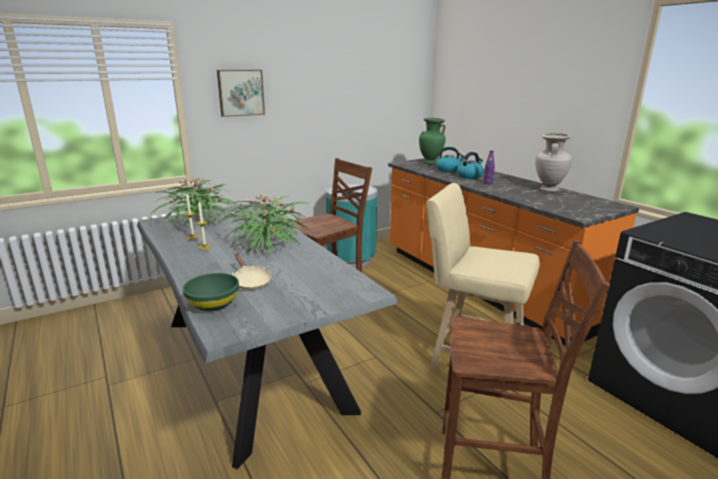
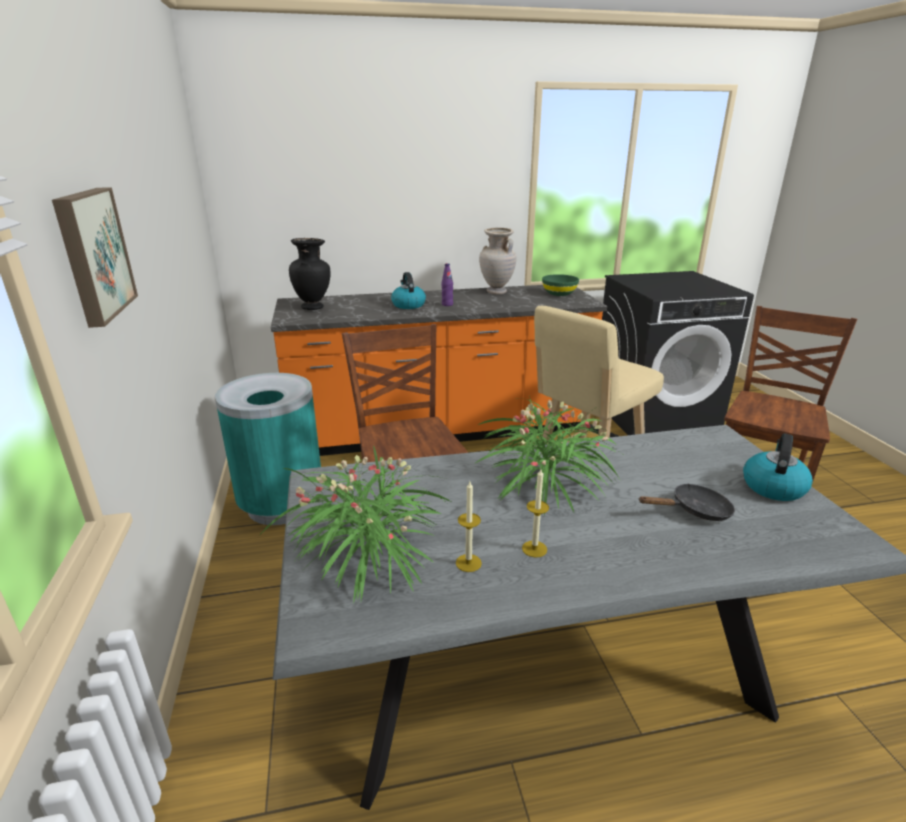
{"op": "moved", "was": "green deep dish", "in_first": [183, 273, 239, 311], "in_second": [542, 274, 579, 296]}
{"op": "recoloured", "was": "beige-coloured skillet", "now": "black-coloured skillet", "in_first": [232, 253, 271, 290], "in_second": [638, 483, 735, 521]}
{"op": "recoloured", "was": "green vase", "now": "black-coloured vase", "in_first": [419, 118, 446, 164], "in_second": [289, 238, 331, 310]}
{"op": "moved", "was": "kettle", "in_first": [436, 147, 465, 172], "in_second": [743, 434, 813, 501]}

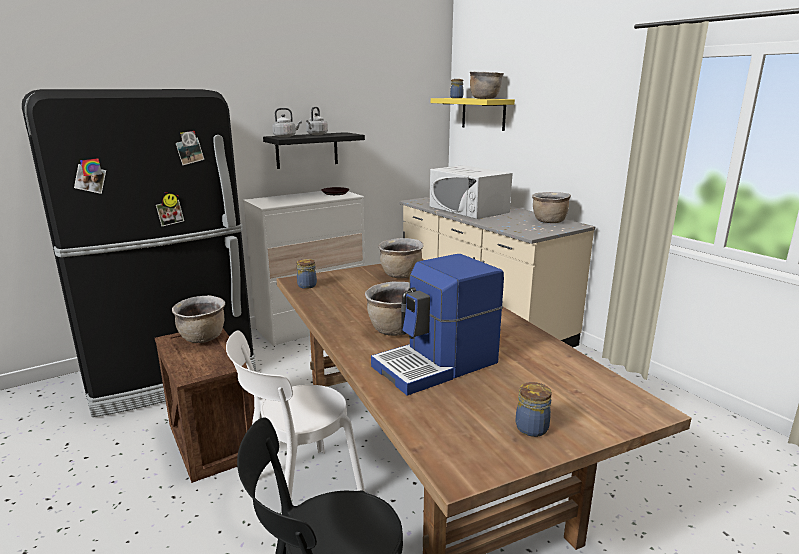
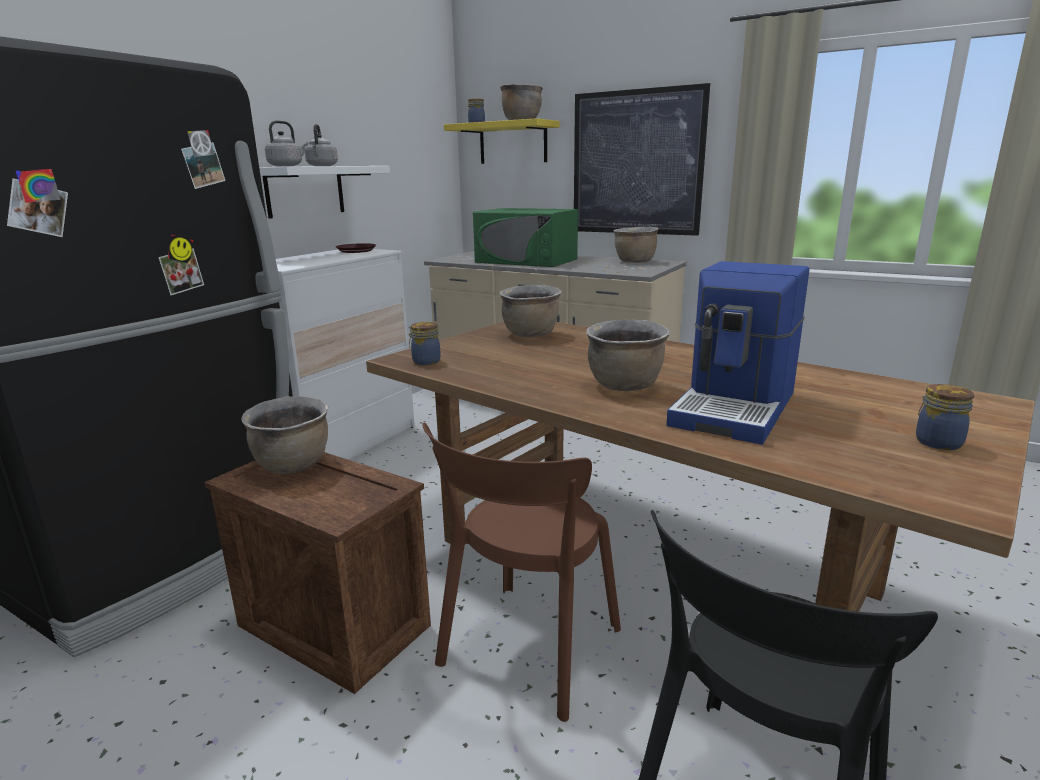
{"op": "recoloured", "was": "whitish upright chair", "now": "brown-coloured upright chair", "in_first": [226, 331, 365, 514], "in_second": [422, 422, 621, 722]}
{"op": "recoloured", "was": "black-coloured wall shelf", "now": "whitish wall shelf", "in_first": [263, 132, 365, 169], "in_second": [259, 166, 390, 219]}
{"op": "recoloured", "was": "whitish microwave oven", "now": "green microwave oven", "in_first": [430, 165, 513, 219], "in_second": [473, 208, 578, 267]}
{"op": "added", "now": "picture", "in_second": [574, 83, 710, 236]}

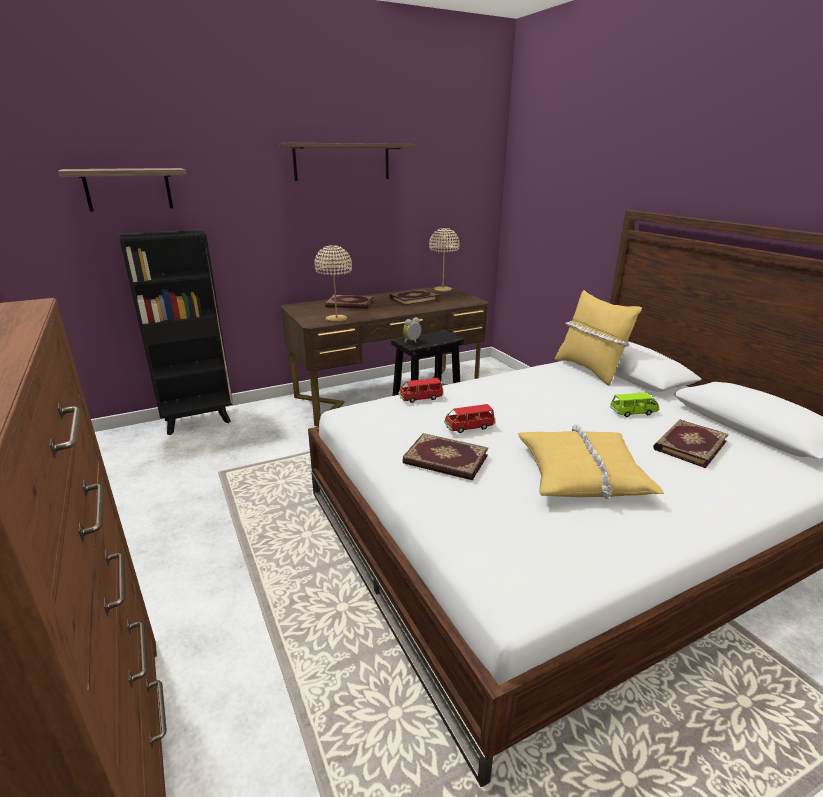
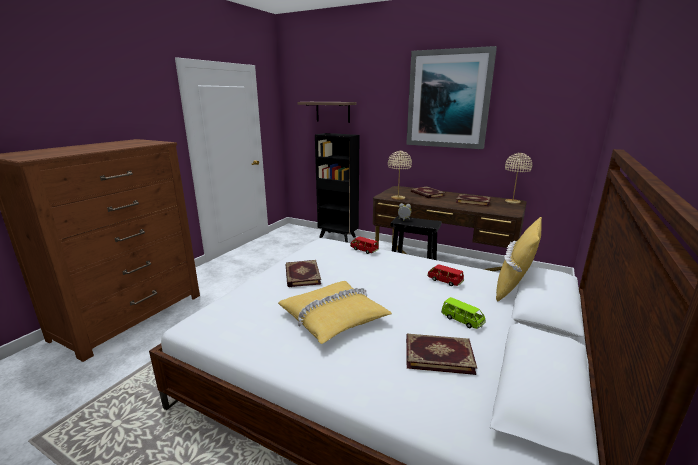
{"op": "replaced", "was": "wall shelf", "now": "picture", "in_first": [279, 143, 415, 181], "in_second": [406, 46, 497, 149]}
{"op": "moved", "was": "red model car", "in_first": [444, 404, 495, 433], "in_second": [427, 264, 464, 286]}

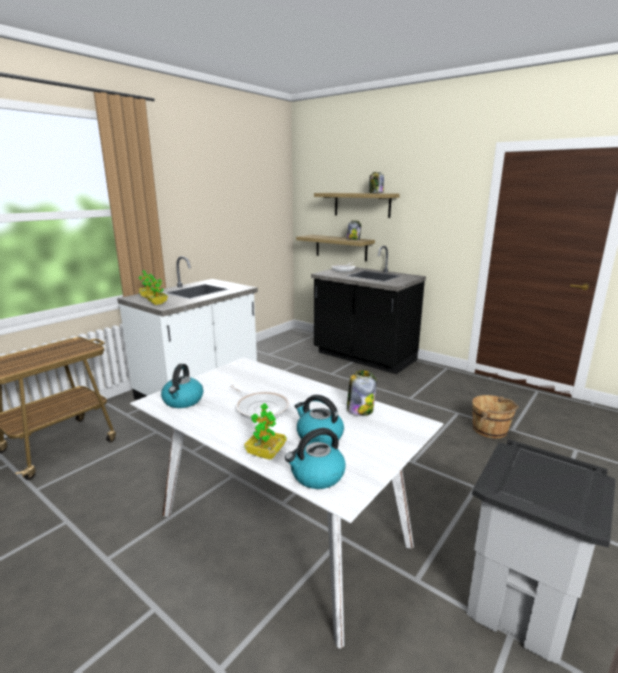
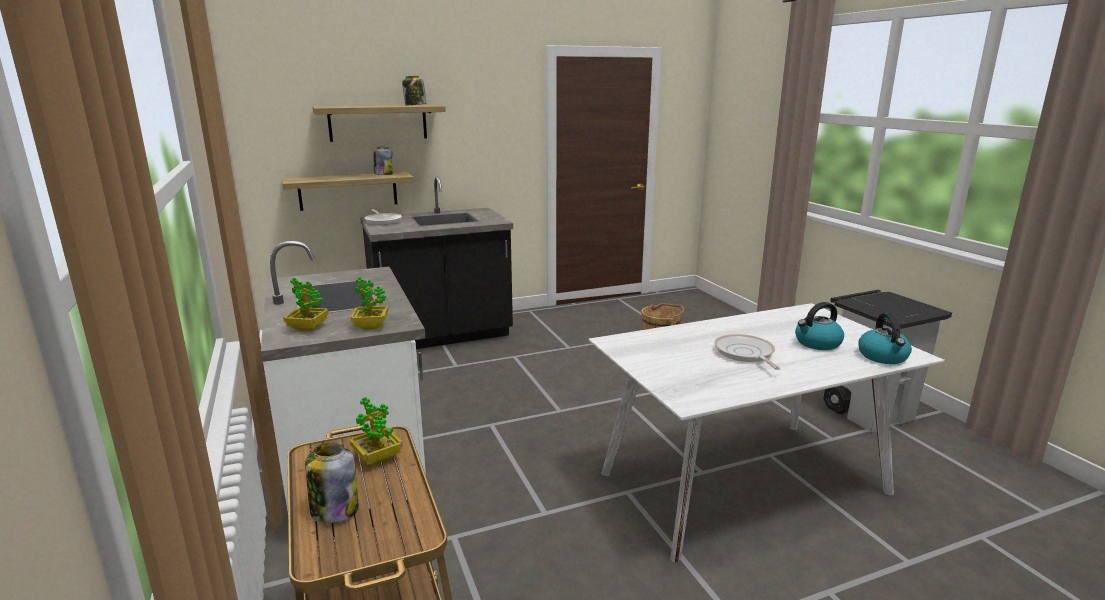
{"op": "removed", "was": "kettle", "in_first": [161, 364, 203, 408]}
{"op": "turned", "was": "skillet", "in_first": [230, 385, 289, 420], "in_second": [714, 334, 780, 370], "clockwise": -90}
{"op": "moved", "was": "plant in a pot", "in_first": [245, 403, 287, 459], "in_second": [350, 397, 403, 465]}
{"op": "moved", "was": "preserve jar", "in_first": [347, 370, 377, 416], "in_second": [305, 443, 359, 523]}

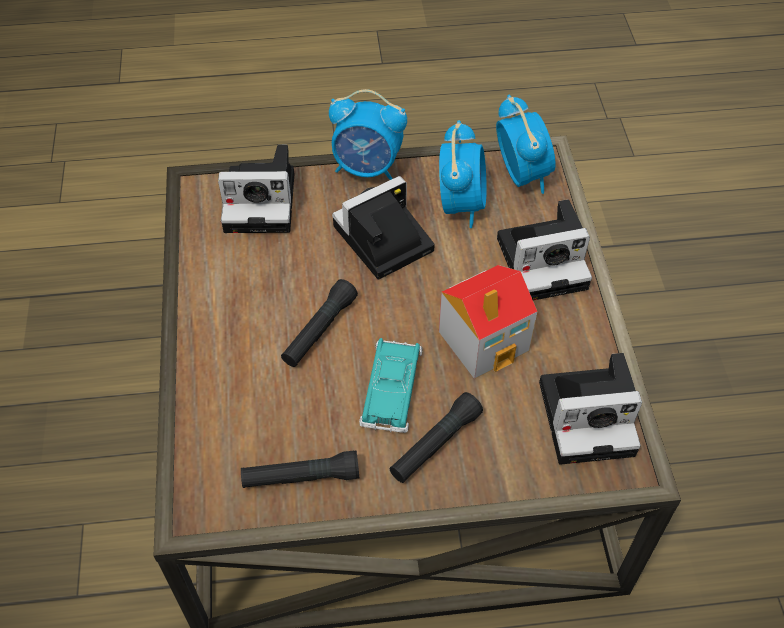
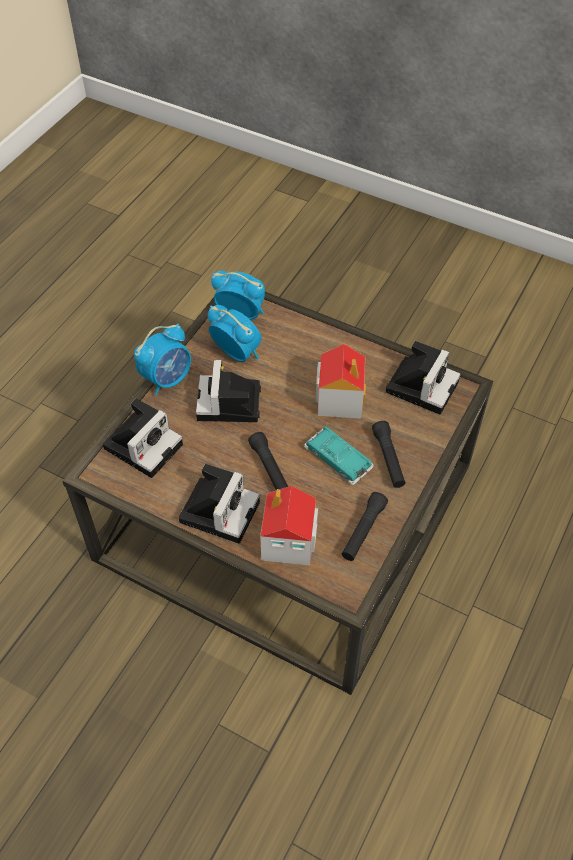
{"op": "moved", "was": "photo camera", "in_first": [497, 199, 592, 300], "in_second": [179, 464, 260, 544]}
{"op": "added", "now": "toy house", "in_second": [260, 486, 318, 566]}

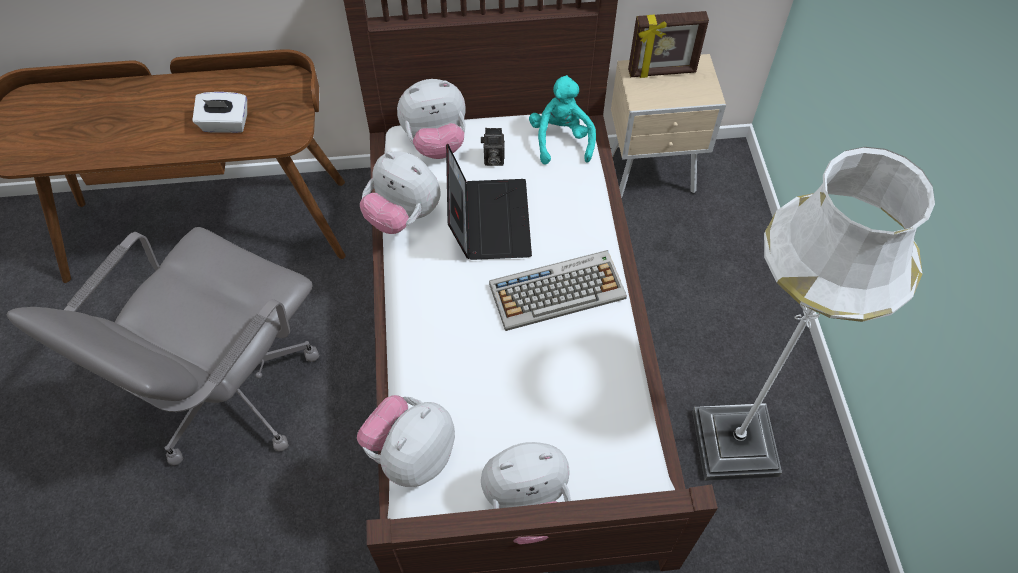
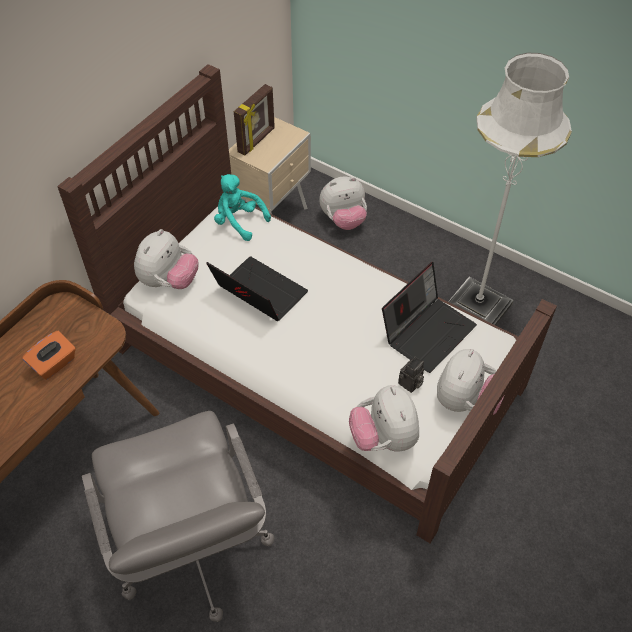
{"op": "recoloured", "was": "whitish tissue holder", "now": "orangey tissue holder", "in_first": [193, 92, 247, 133], "in_second": [22, 331, 76, 380]}
{"op": "moved", "was": "cuddly toy", "in_first": [360, 151, 440, 234], "in_second": [319, 177, 367, 230]}
{"op": "moved", "was": "photo camera", "in_first": [481, 128, 505, 166], "in_second": [398, 357, 424, 393]}
{"op": "removed", "was": "PC keyboard", "in_first": [489, 250, 627, 331]}
{"op": "added", "now": "portable computer", "in_second": [382, 262, 477, 373]}

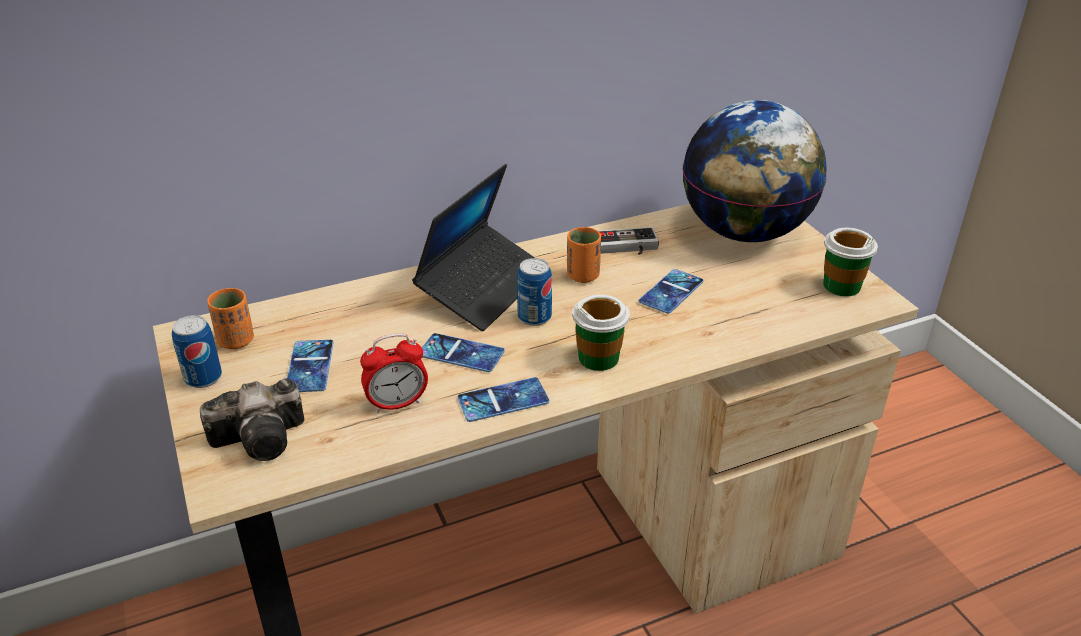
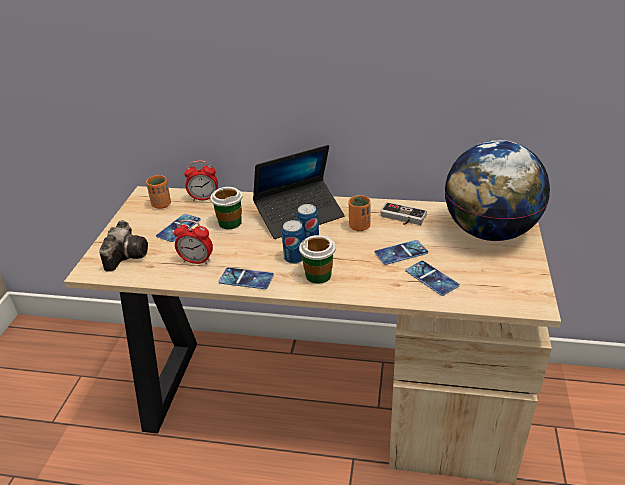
{"op": "moved", "was": "metal can", "in_first": [172, 315, 222, 388], "in_second": [282, 220, 305, 264]}
{"op": "turned", "was": "photo camera", "in_first": [200, 378, 304, 461], "in_second": [99, 220, 148, 272], "clockwise": -90}
{"op": "moved", "was": "phone", "in_first": [422, 333, 505, 372], "in_second": [406, 261, 460, 296]}
{"op": "moved", "was": "small cup", "in_first": [823, 228, 878, 297], "in_second": [210, 187, 243, 229]}
{"op": "added", "now": "alarm clock", "in_second": [184, 161, 218, 201]}

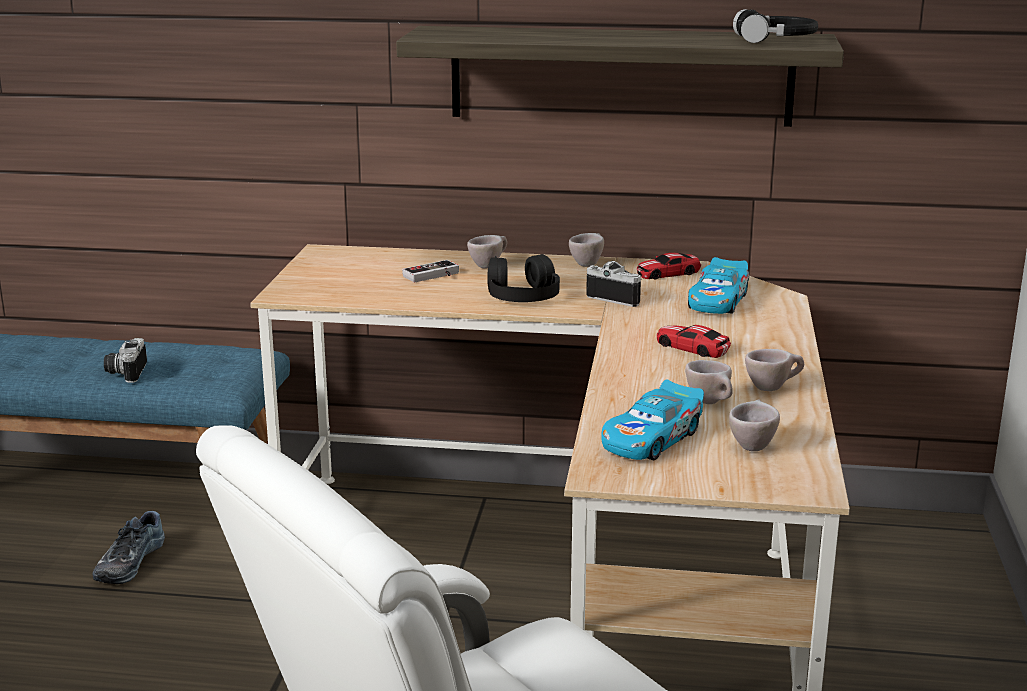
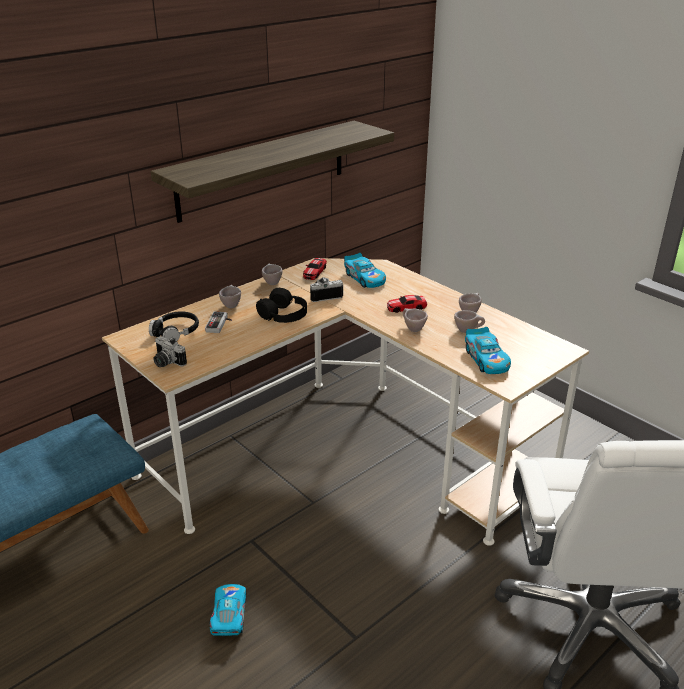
{"op": "removed", "was": "item of footwear", "in_first": [93, 511, 165, 584]}
{"op": "moved", "was": "photo camera", "in_first": [104, 338, 147, 383], "in_second": [153, 336, 187, 367]}
{"op": "moved", "was": "beige-coloured small cup", "in_first": [729, 400, 780, 451], "in_second": [403, 308, 428, 332]}
{"op": "moved", "was": "black-coloured pair of headphones", "in_first": [733, 9, 818, 43], "in_second": [149, 312, 199, 341]}
{"op": "added", "now": "model car", "in_second": [210, 584, 246, 636]}

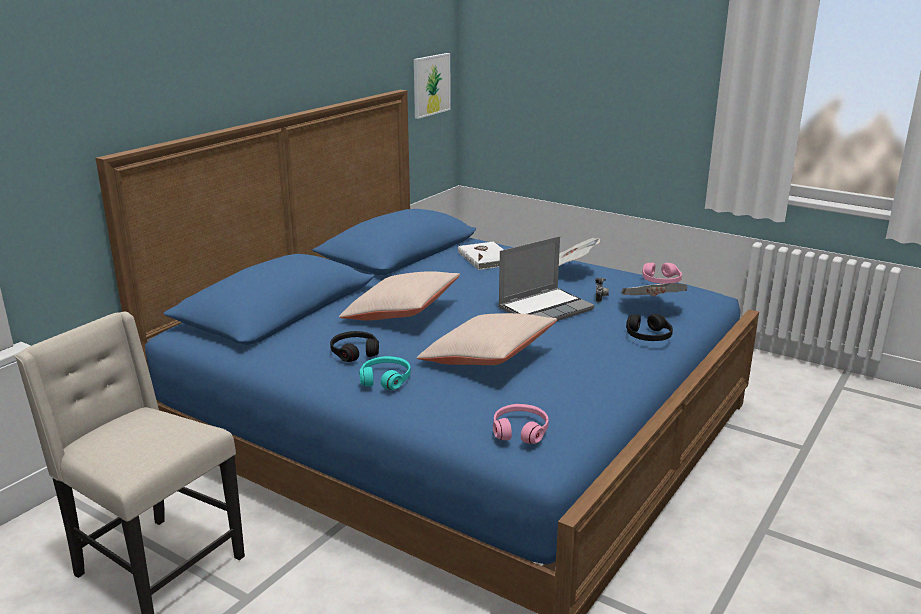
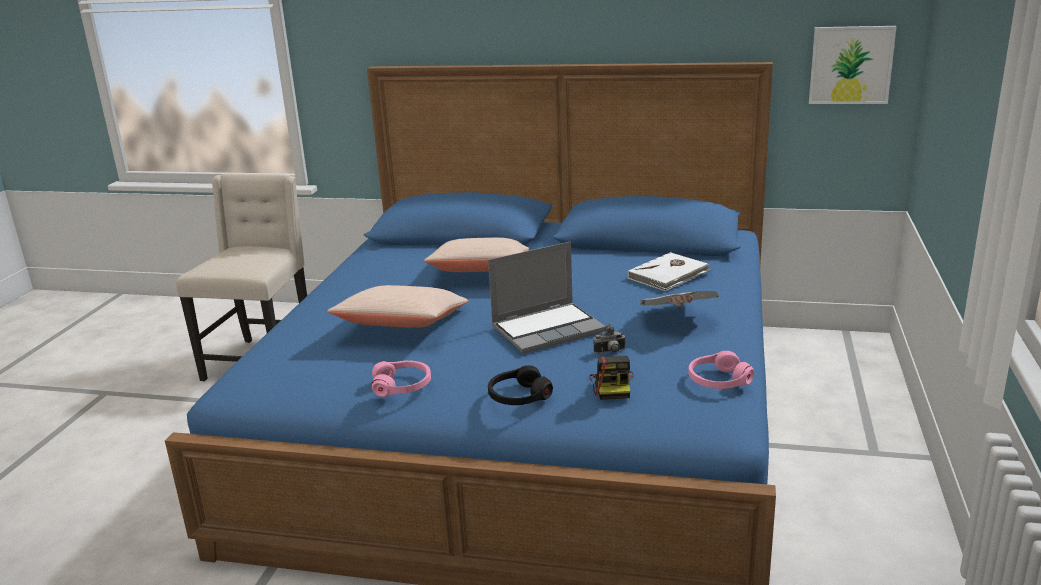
{"op": "removed", "was": "black-coloured pair of headphones", "in_first": [330, 331, 379, 362]}
{"op": "removed", "was": "turquoise-coloured pair of headphones", "in_first": [359, 356, 411, 390]}
{"op": "moved", "was": "pink-coloured pair of headphones", "in_first": [493, 404, 549, 444], "in_second": [371, 360, 431, 397]}
{"op": "turned", "was": "portable computer", "in_first": [498, 236, 595, 321], "in_second": [488, 241, 606, 354], "clockwise": -60}
{"op": "replaced", "was": "daily paper", "now": "photo camera", "in_first": [621, 283, 687, 296], "in_second": [589, 356, 634, 400]}

